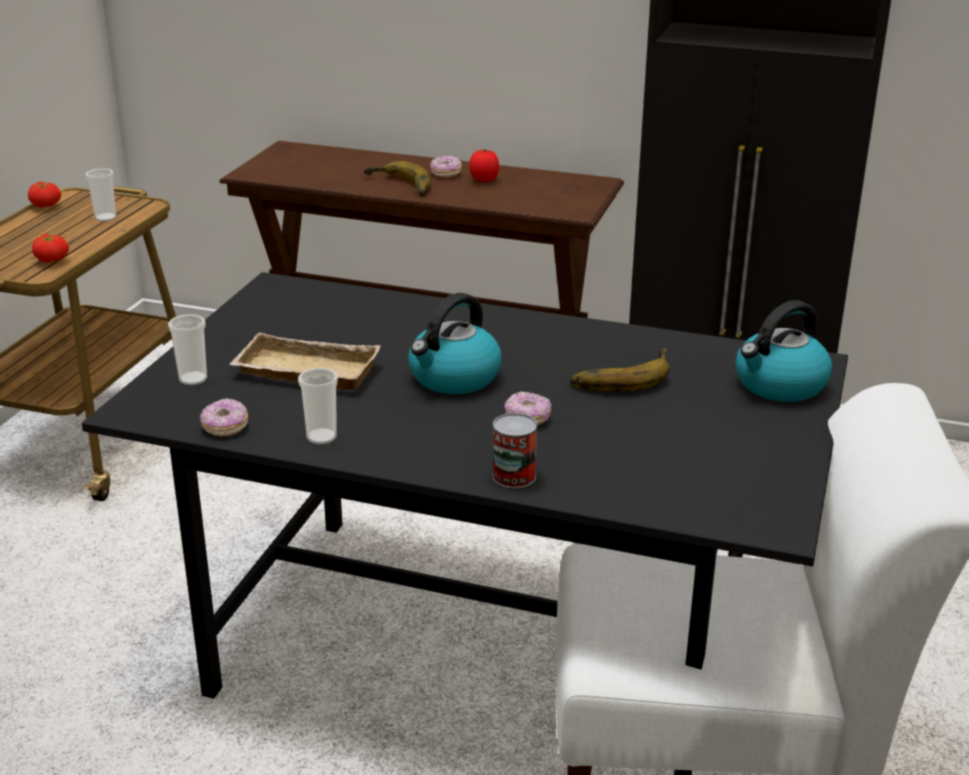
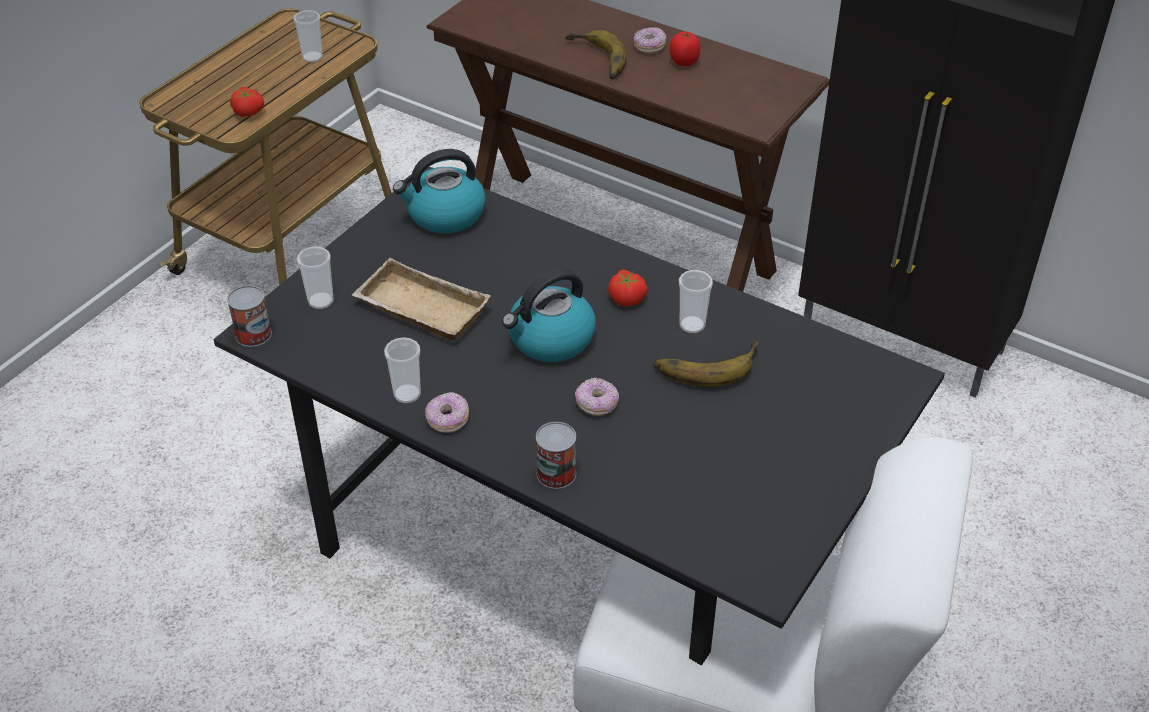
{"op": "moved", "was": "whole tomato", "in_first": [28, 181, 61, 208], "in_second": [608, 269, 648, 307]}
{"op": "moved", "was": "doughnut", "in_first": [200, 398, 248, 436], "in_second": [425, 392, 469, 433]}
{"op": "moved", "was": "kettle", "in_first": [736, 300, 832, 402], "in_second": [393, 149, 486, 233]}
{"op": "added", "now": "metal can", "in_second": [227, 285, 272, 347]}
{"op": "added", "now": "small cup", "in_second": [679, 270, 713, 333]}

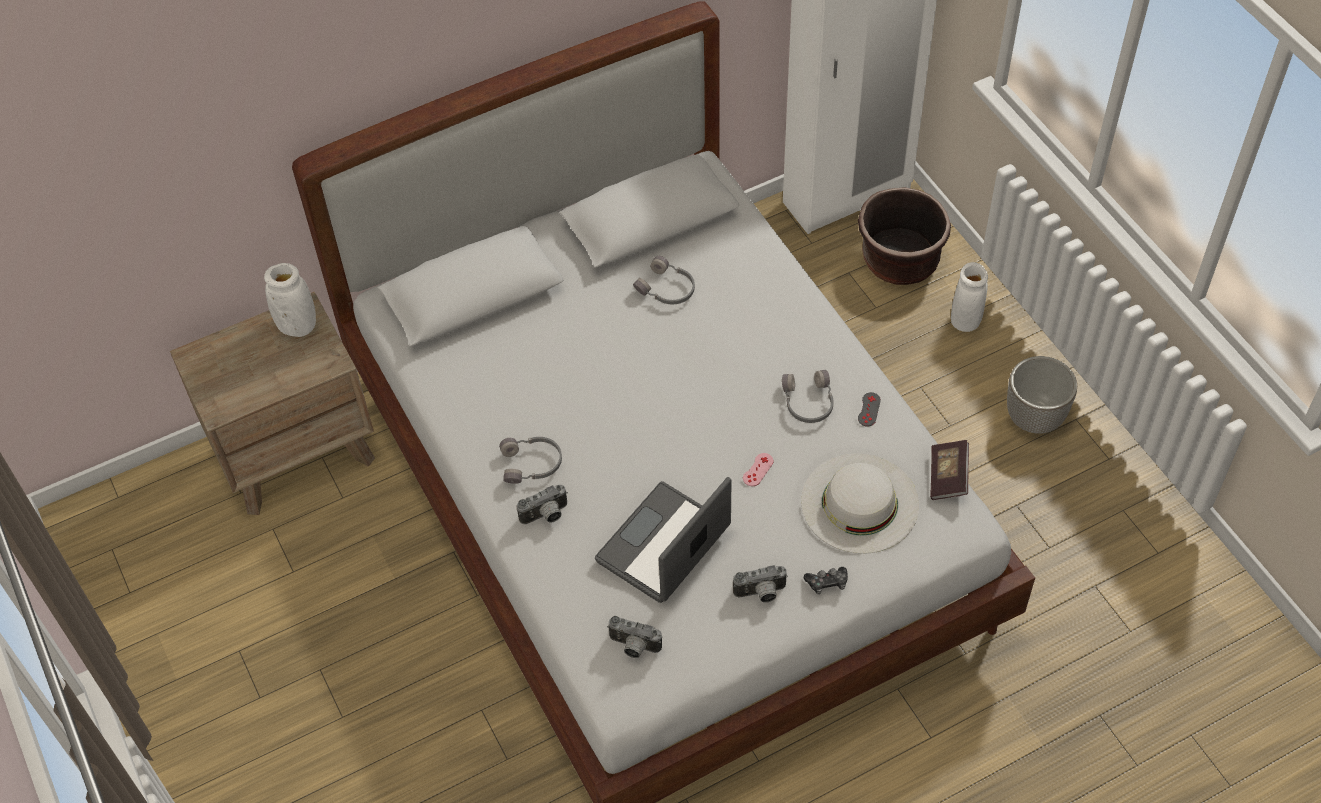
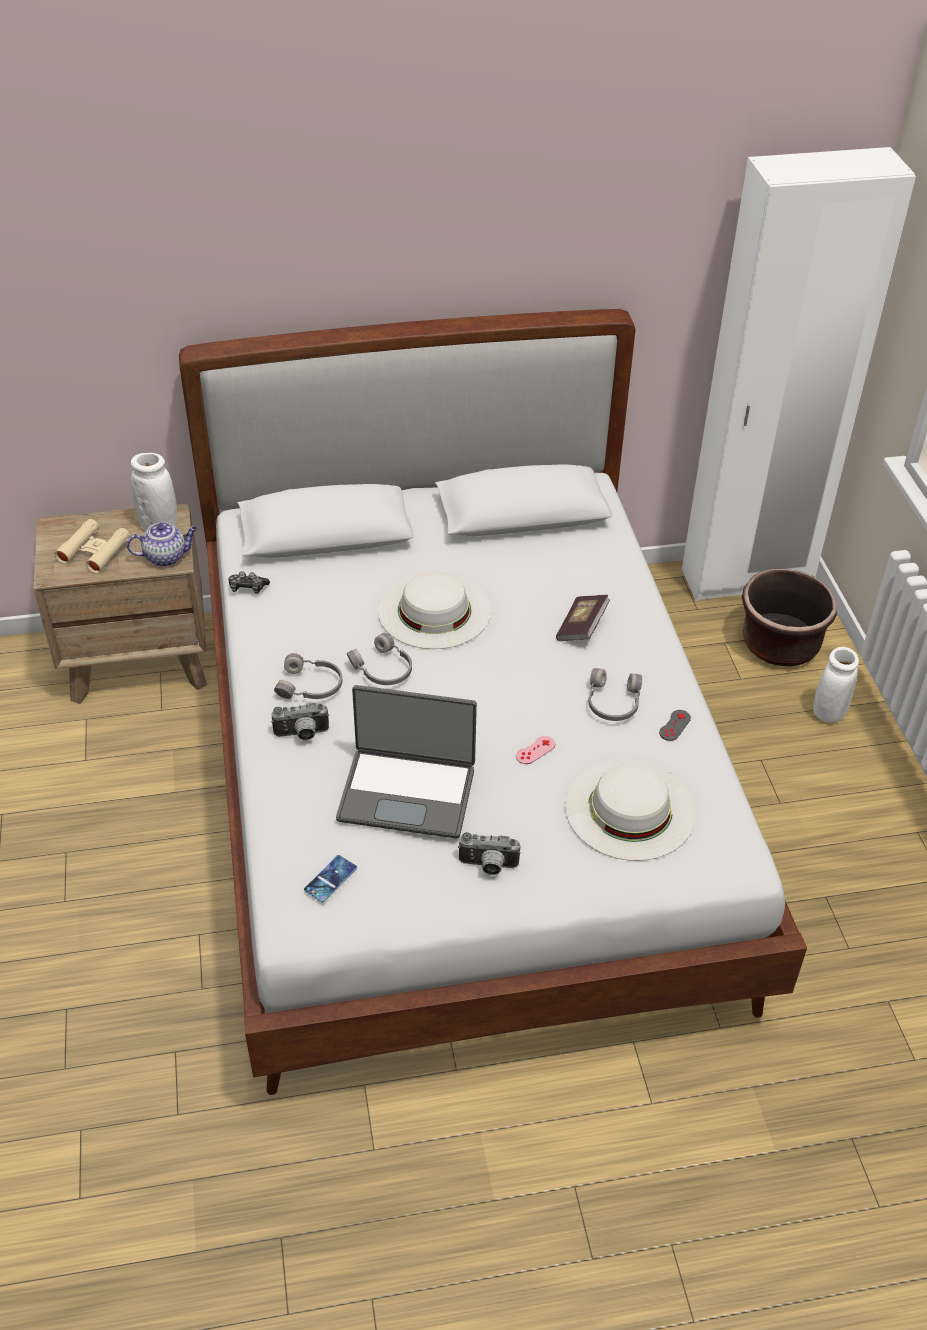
{"op": "turned", "was": "portable computer", "in_first": [595, 477, 731, 603], "in_second": [336, 685, 477, 839], "clockwise": -135}
{"op": "replaced", "was": "photo camera", "now": "phone", "in_first": [607, 616, 662, 658], "in_second": [304, 855, 357, 902]}
{"op": "moved", "was": "gray pair of headphones", "in_first": [633, 256, 695, 304], "in_second": [347, 633, 412, 685]}
{"op": "moved", "was": "gamepad", "in_first": [804, 567, 848, 594], "in_second": [228, 571, 270, 594]}
{"op": "moved", "was": "volume", "in_first": [930, 440, 969, 500], "in_second": [556, 595, 610, 641]}
{"op": "removed", "was": "plant pot", "in_first": [1007, 356, 1077, 434]}
{"op": "added", "now": "beige-coloured binoculars", "in_second": [54, 519, 130, 574]}
{"op": "added", "now": "pot for tea", "in_second": [127, 522, 198, 567]}
{"op": "added", "now": "whitish clothing hat", "in_second": [378, 571, 491, 649]}

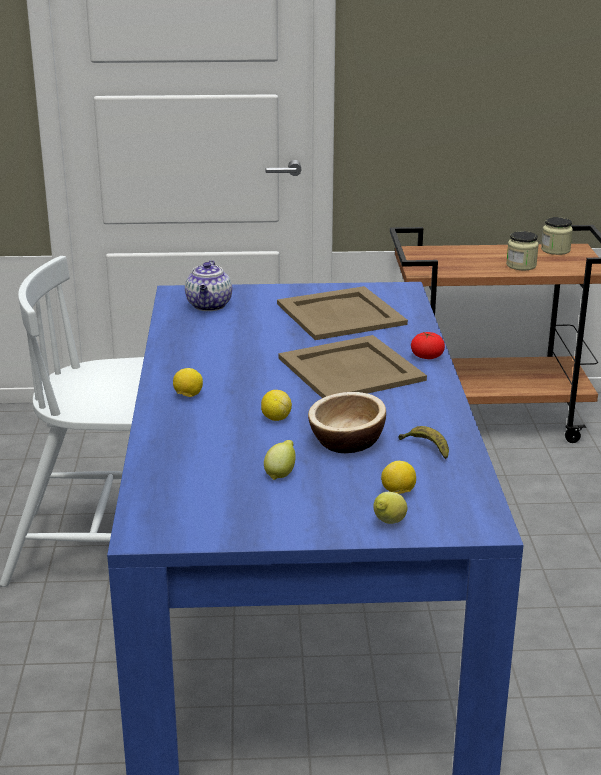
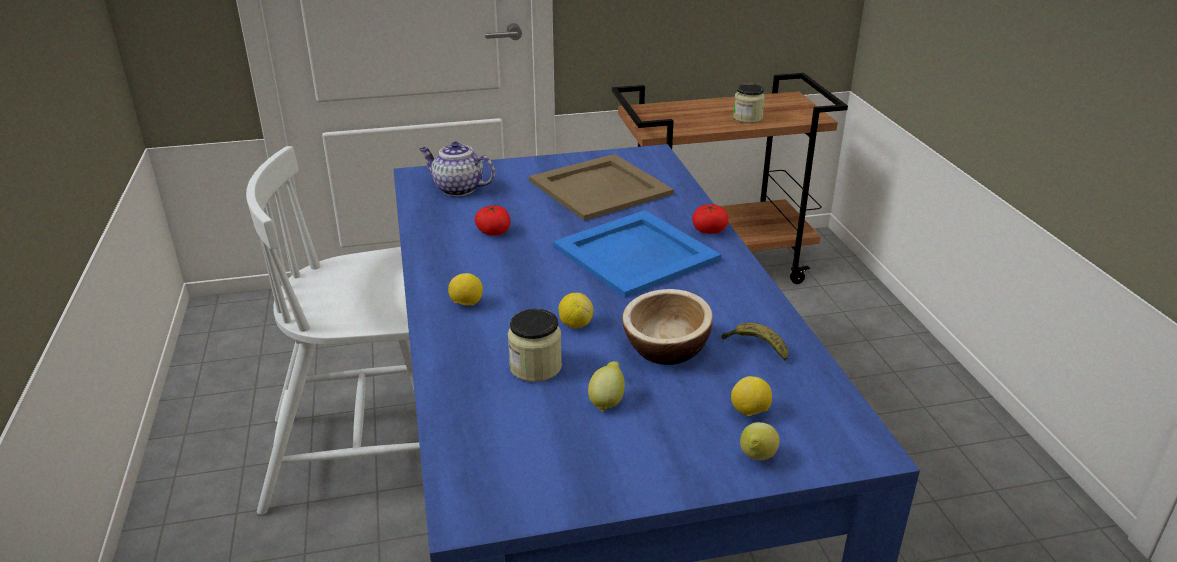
{"op": "turned", "was": "pot for tea", "in_first": [185, 260, 232, 311], "in_second": [419, 142, 495, 196], "clockwise": 120}
{"op": "recoloured", "was": "beige-coloured tray", "now": "blue-coloured tray", "in_first": [278, 335, 427, 398], "in_second": [552, 210, 721, 298]}
{"op": "moved", "was": "preserve jar", "in_first": [541, 217, 573, 255], "in_second": [508, 309, 562, 382]}
{"op": "added", "now": "whole tomato", "in_second": [475, 205, 510, 236]}

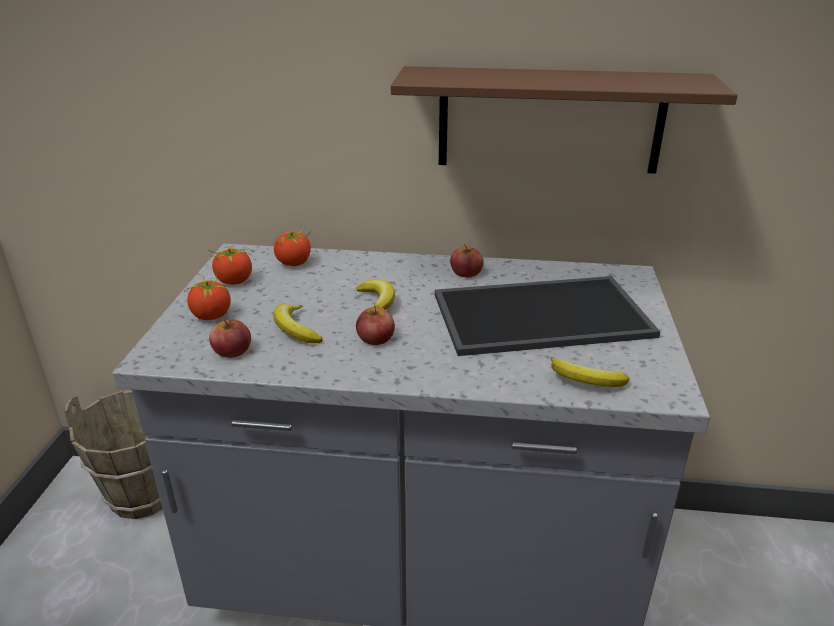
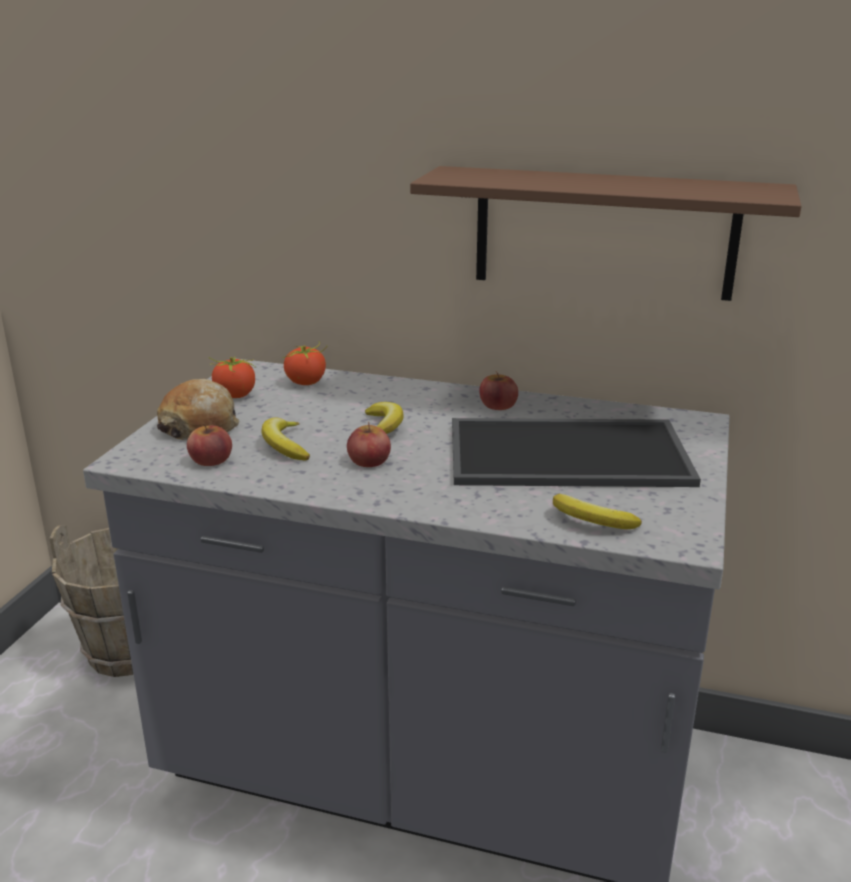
{"op": "replaced", "was": "whole tomato", "now": "baked bread", "in_first": [186, 274, 231, 320], "in_second": [157, 379, 239, 440]}

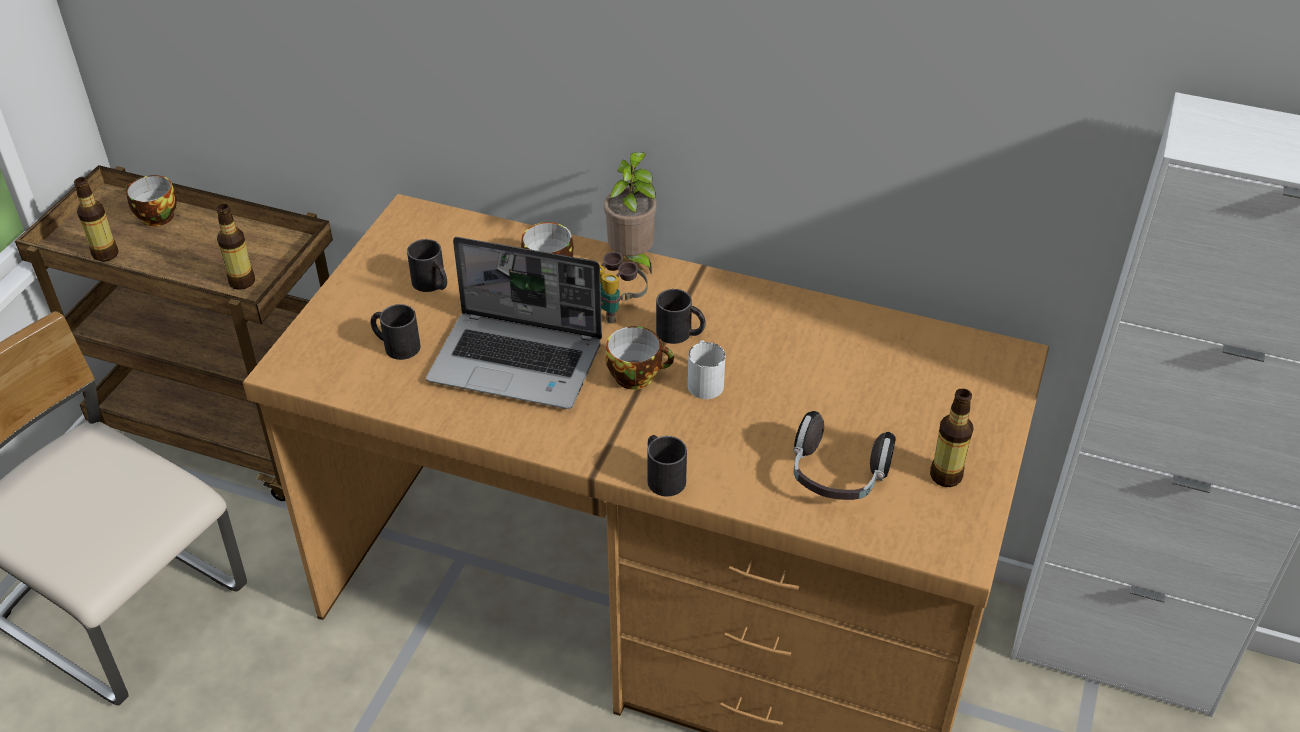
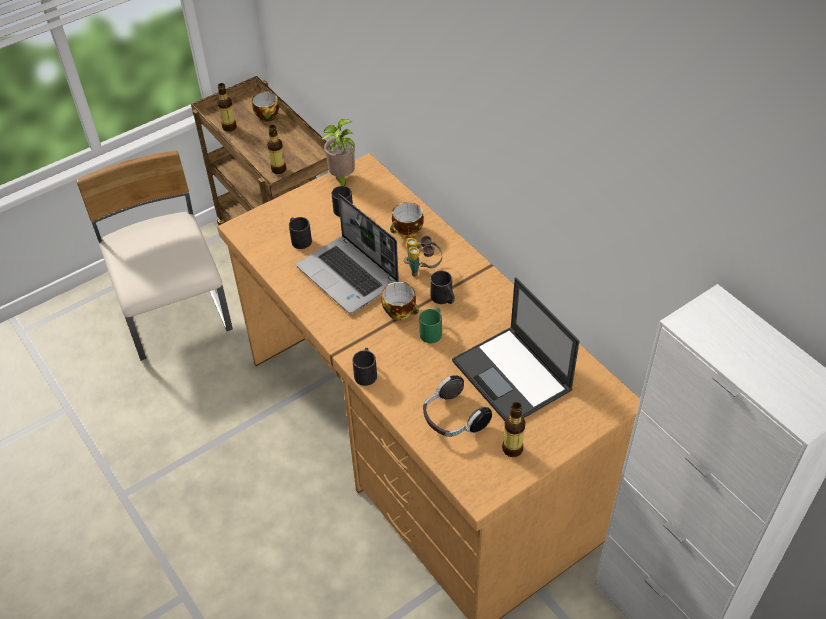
{"op": "moved", "was": "plant in a pot", "in_first": [604, 152, 657, 273], "in_second": [322, 119, 355, 186]}
{"op": "recoloured", "was": "whitish coffee mug", "now": "green coffee mug", "in_first": [688, 340, 725, 399], "in_second": [419, 308, 442, 343]}
{"op": "added", "now": "portable computer", "in_second": [452, 277, 580, 421]}

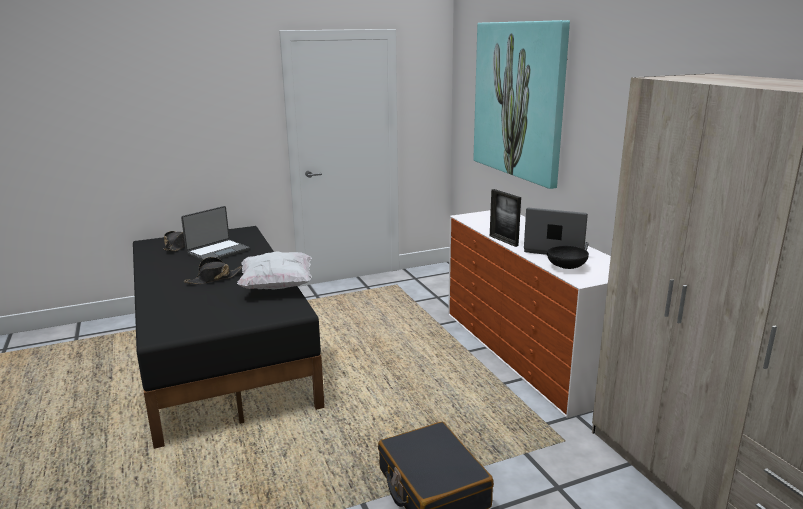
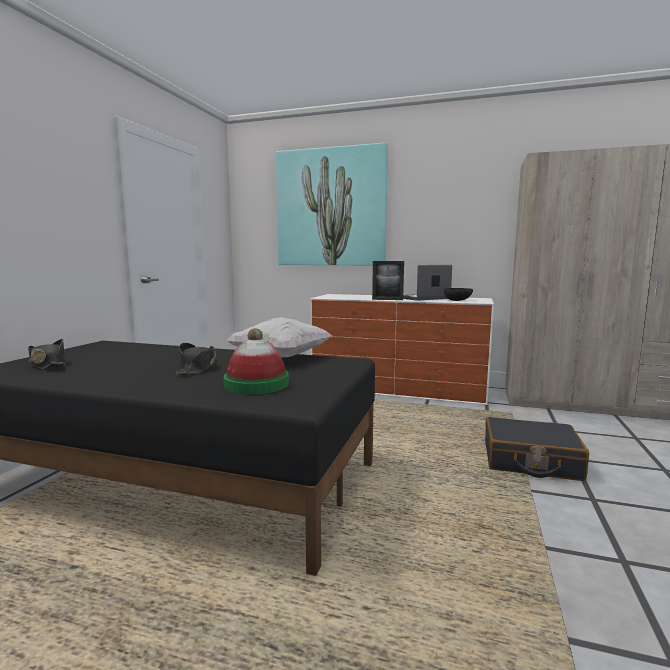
{"op": "removed", "was": "portable computer", "in_first": [181, 206, 250, 261]}
{"op": "added", "now": "clothing hat", "in_second": [224, 328, 289, 395]}

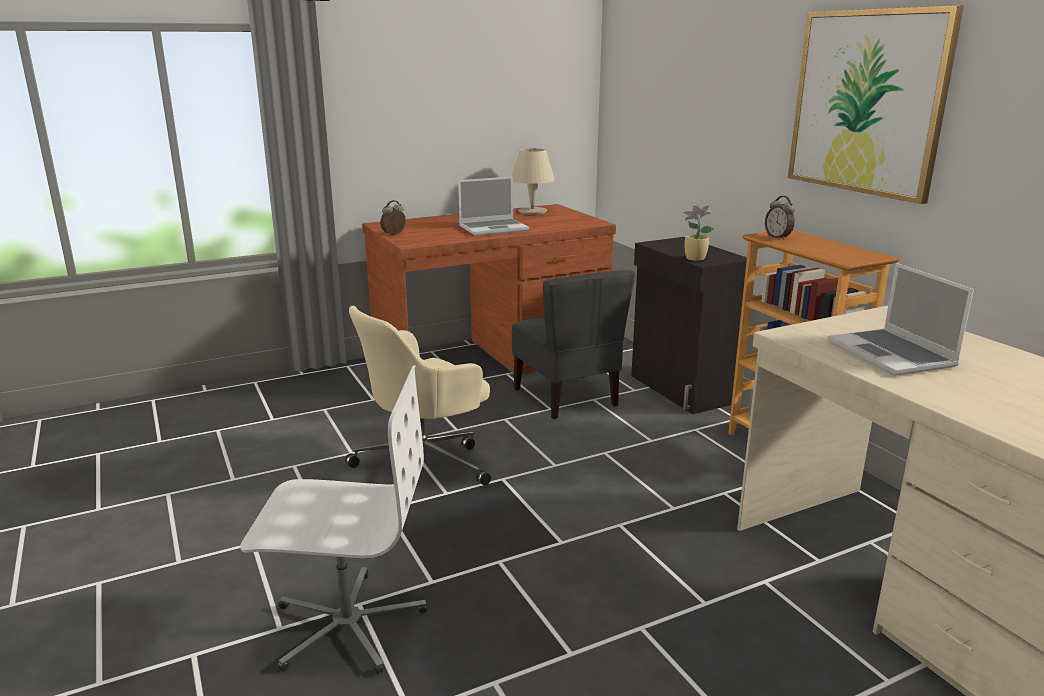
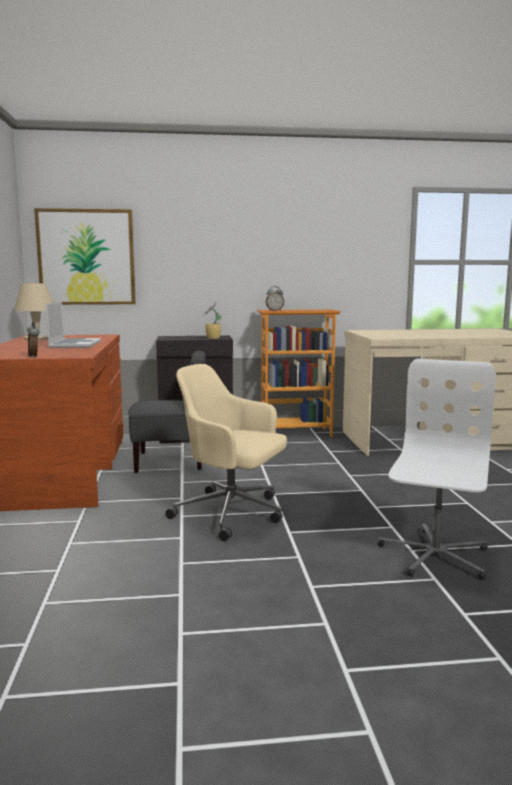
{"op": "turned", "was": "beige-coloured desk chair", "in_first": [345, 306, 491, 485], "in_second": [165, 364, 287, 541], "clockwise": 135}
{"op": "moved", "was": "picture", "in_first": [788, 5, 964, 204], "in_second": [34, 208, 136, 305]}
{"op": "removed", "was": "portable computer", "in_first": [828, 263, 974, 376]}

